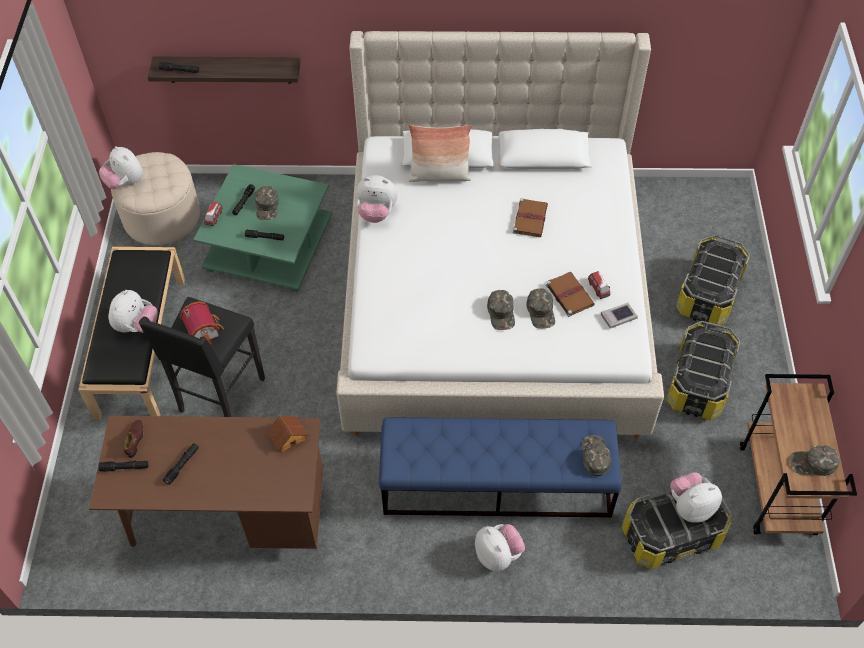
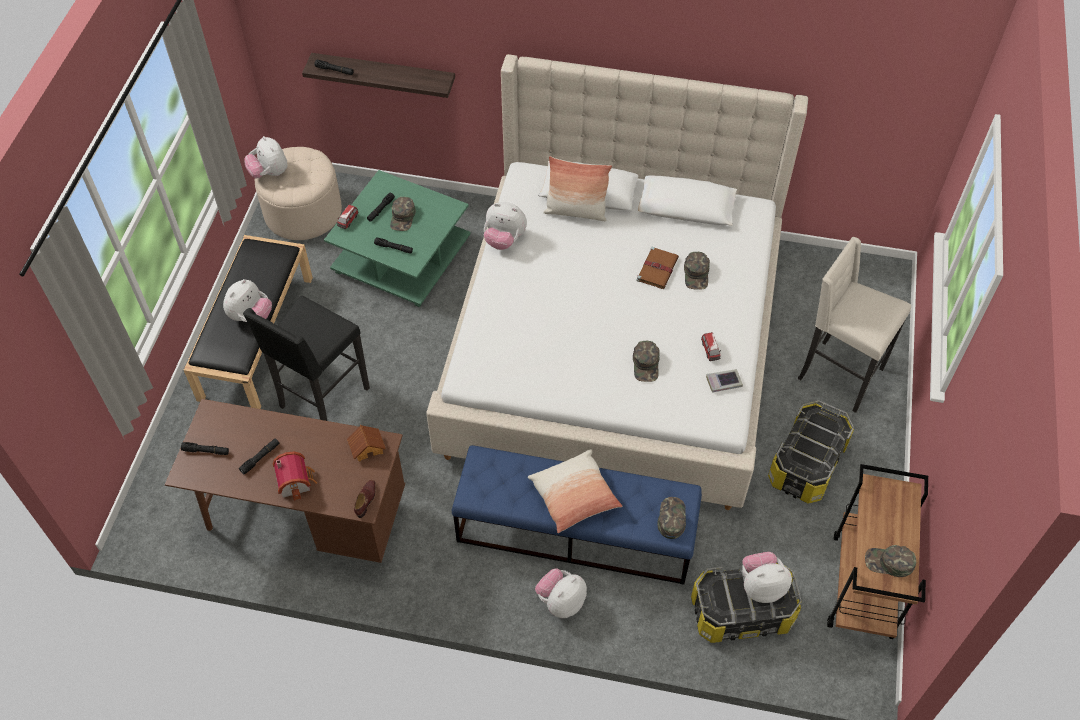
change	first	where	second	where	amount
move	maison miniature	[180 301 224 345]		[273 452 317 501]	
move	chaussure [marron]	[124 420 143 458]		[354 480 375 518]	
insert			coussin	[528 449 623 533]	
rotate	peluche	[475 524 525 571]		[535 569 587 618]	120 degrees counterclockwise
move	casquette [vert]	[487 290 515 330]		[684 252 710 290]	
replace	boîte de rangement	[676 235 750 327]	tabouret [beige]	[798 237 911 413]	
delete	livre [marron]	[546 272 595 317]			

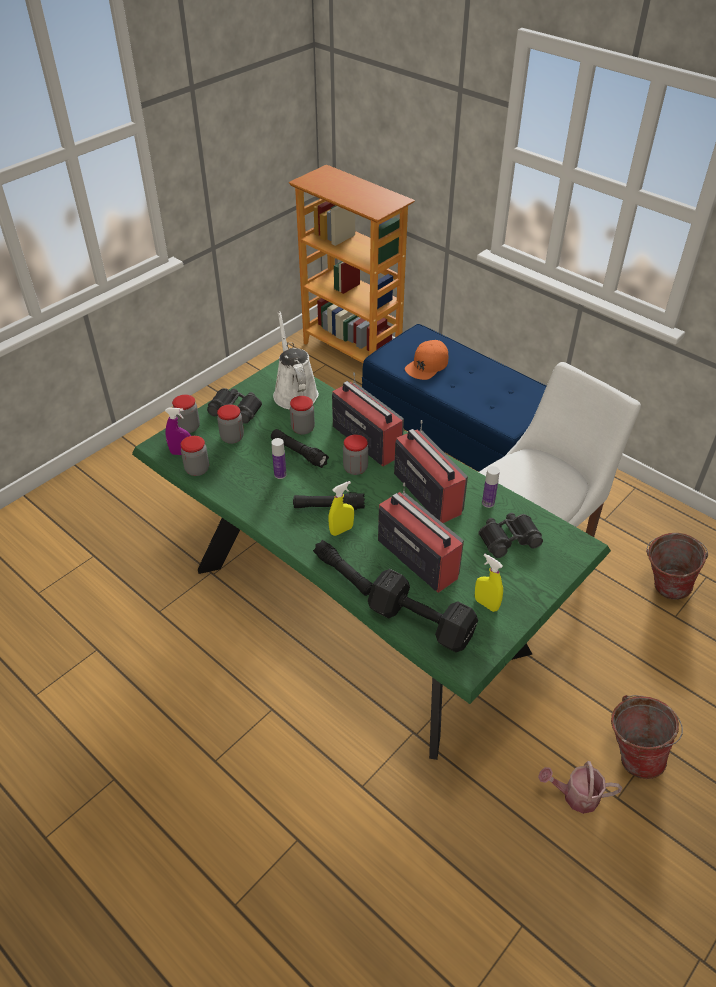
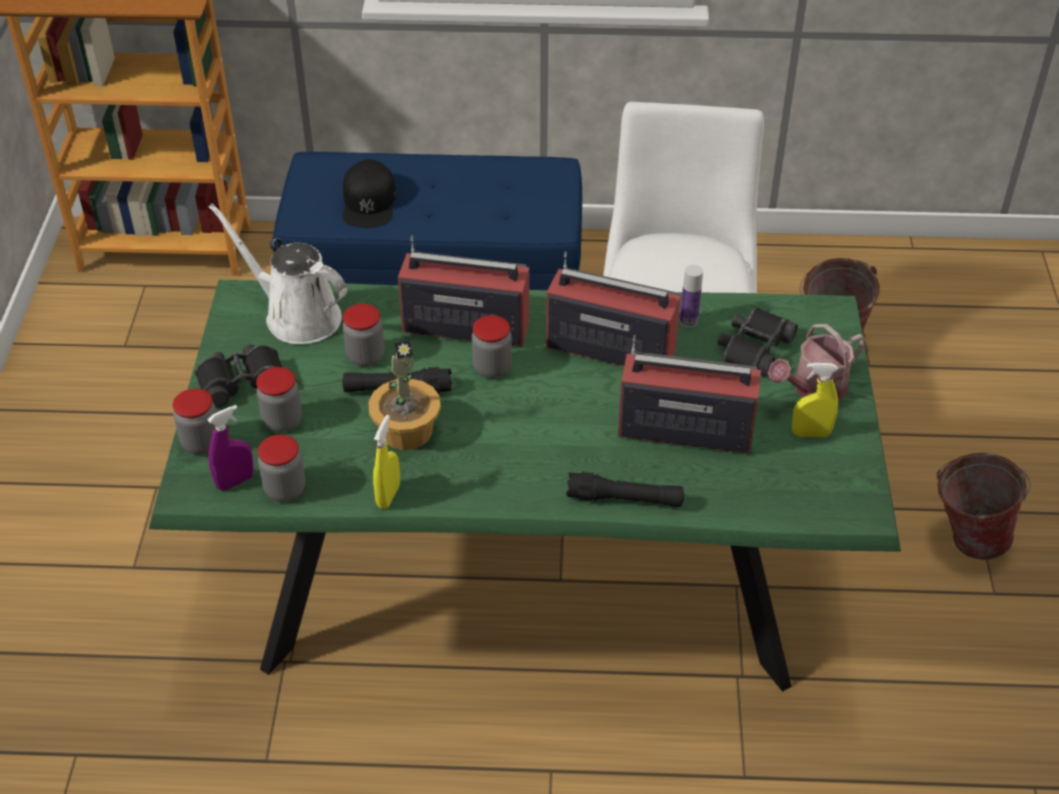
change	first	where	second	where	amount
recolor	casquette [orange]	[405 340 448 380]	casquette [noir]	[343 159 397 228]	
replace	bouteille	[272 438 286 479]	plante en pot	[368 340 441 450]	
move	vaporisateur [jaune]	[328 481 354 536]		[373 415 400 509]	
move	arrosoir	[538 761 622 814]		[768 324 866 402]	
delete	lampe de poche [noir]	[293 492 365 510]			
delete	haltère [noir]	[368 569 478 652]			

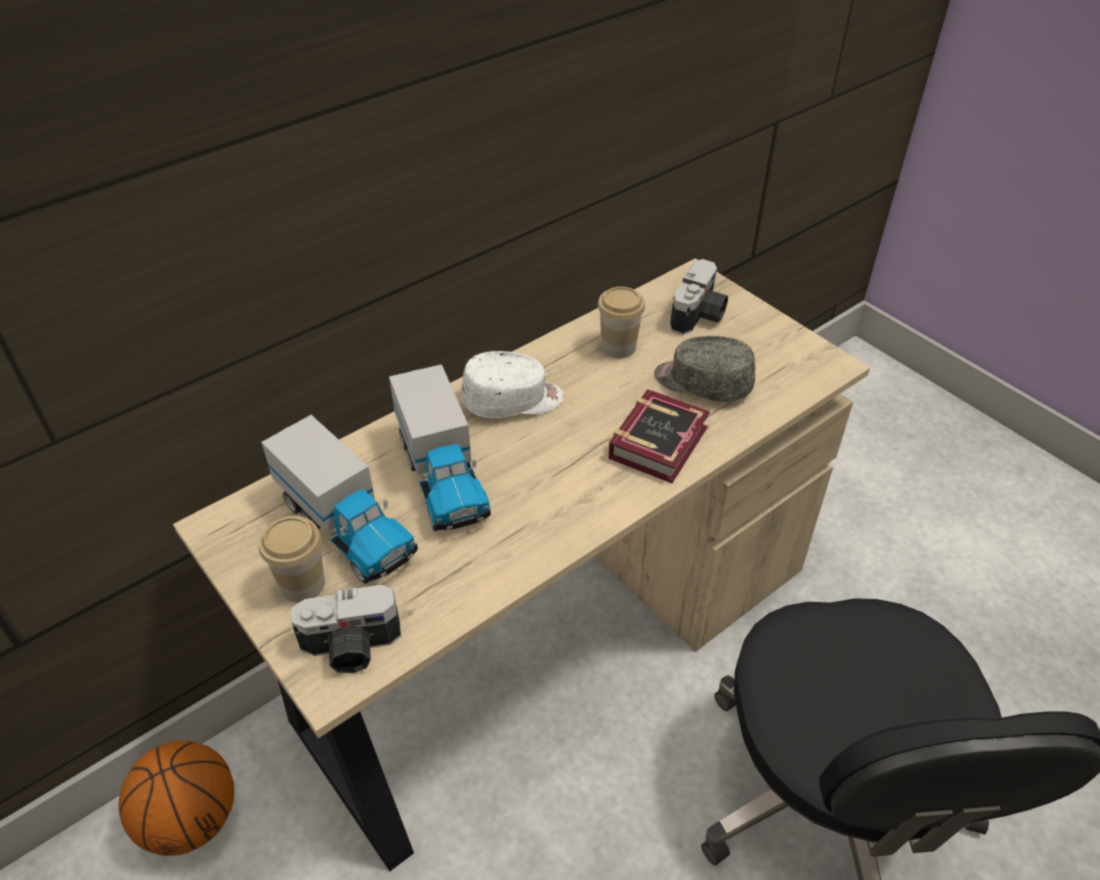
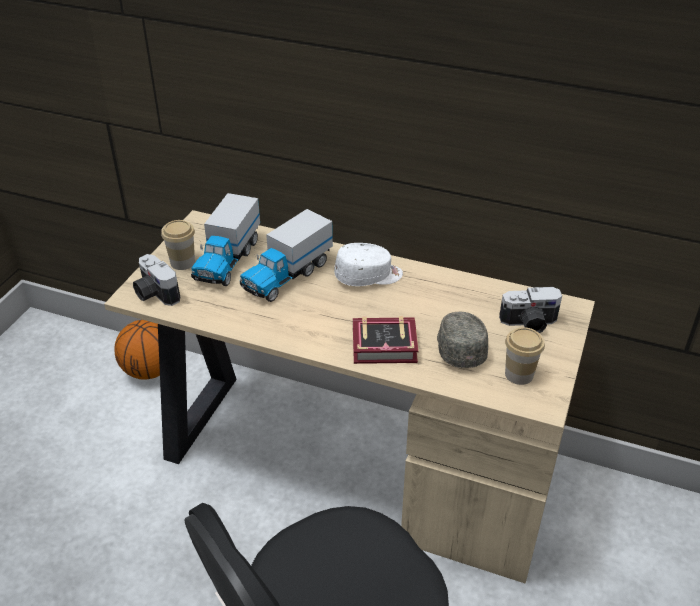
change	first	where	second	where	amount
rotate	casquette [blanc]	[461 351 564 418]		[334 243 403 286]	60 degrees counterclockwise
move	tasse	[598 287 645 358]		[505 327 545 385]	

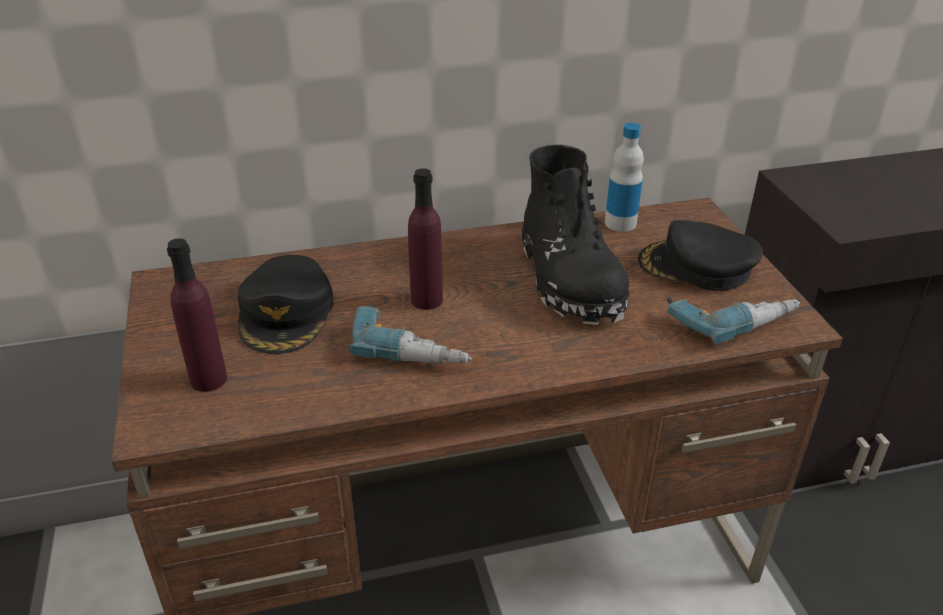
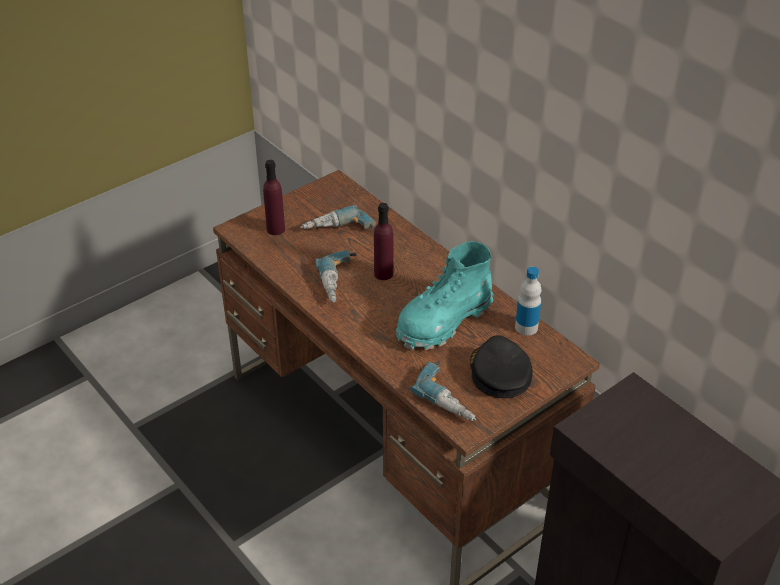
change	first	where	second	where	amount
replace	casquette [noir]	[238 255 334 354]	perceuse	[301 205 376 230]	
recolor	botte [noir]	[522 145 630 325]	botte [turquoise]	[396 241 493 350]	

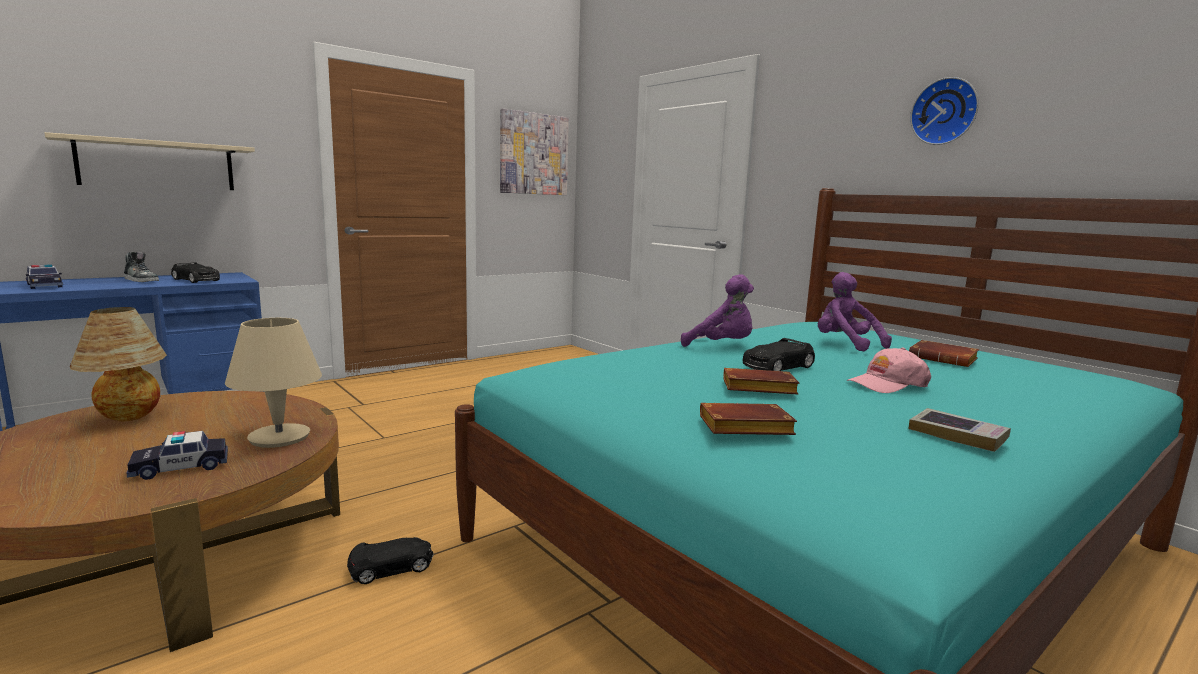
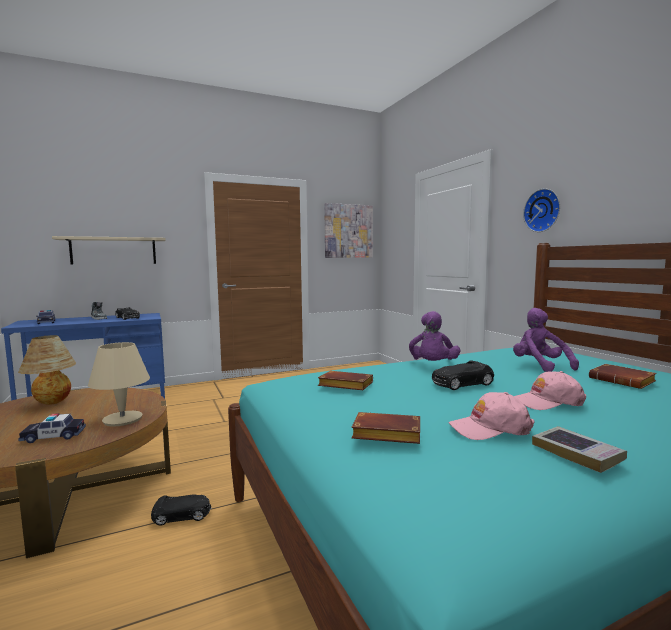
change	first	where	second	where	amount
move	livre [marron]	[723 368 799 395]		[318 371 373 390]	
rotate	peluche [violet]	[681 274 754 347]		[409 311 460 361]	60 degrees clockwise
insert			casquette [rose]	[449 392 535 440]	
move	horloge murale	[910 77 979 145]		[523 188 560 232]	

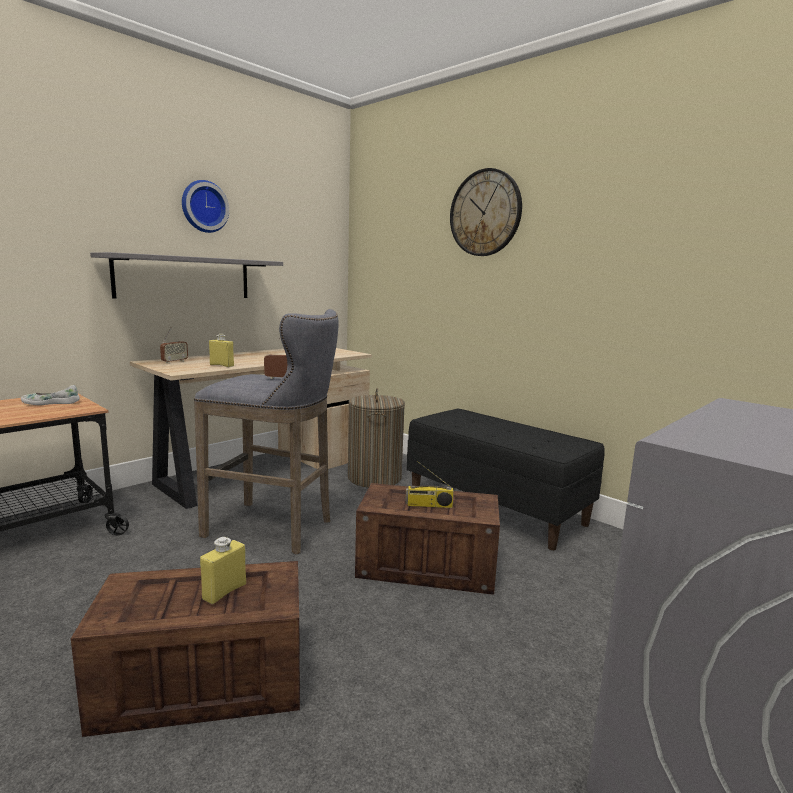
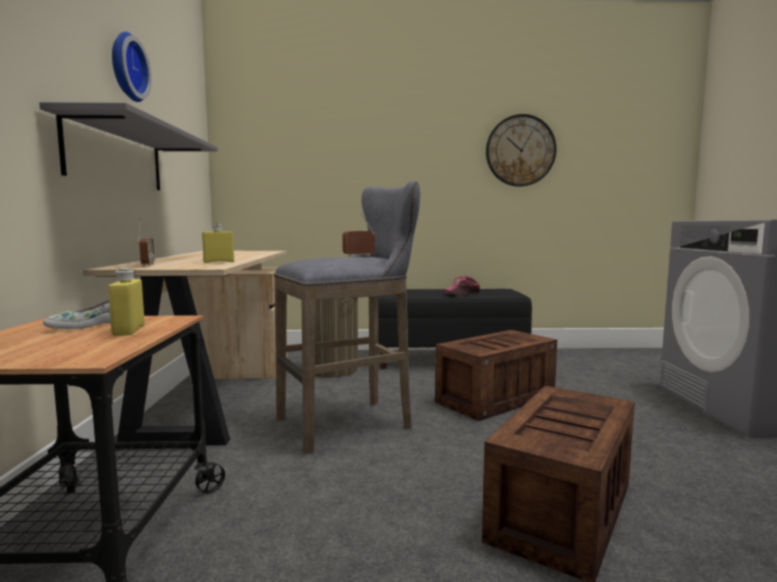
change	first	where	second	where	amount
move	bouteille [jaune]	[200 537 246 604]		[108 268 145 336]	
insert			casquette	[443 276 480 296]	
move	horloge murale	[450 168 522 256]		[486 114 556 187]	
delete	radio	[405 461 454 508]			

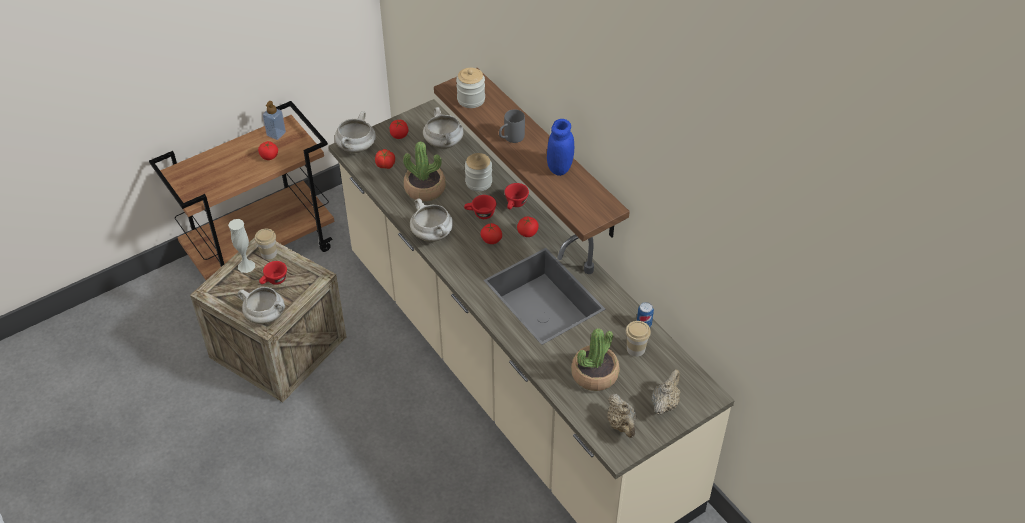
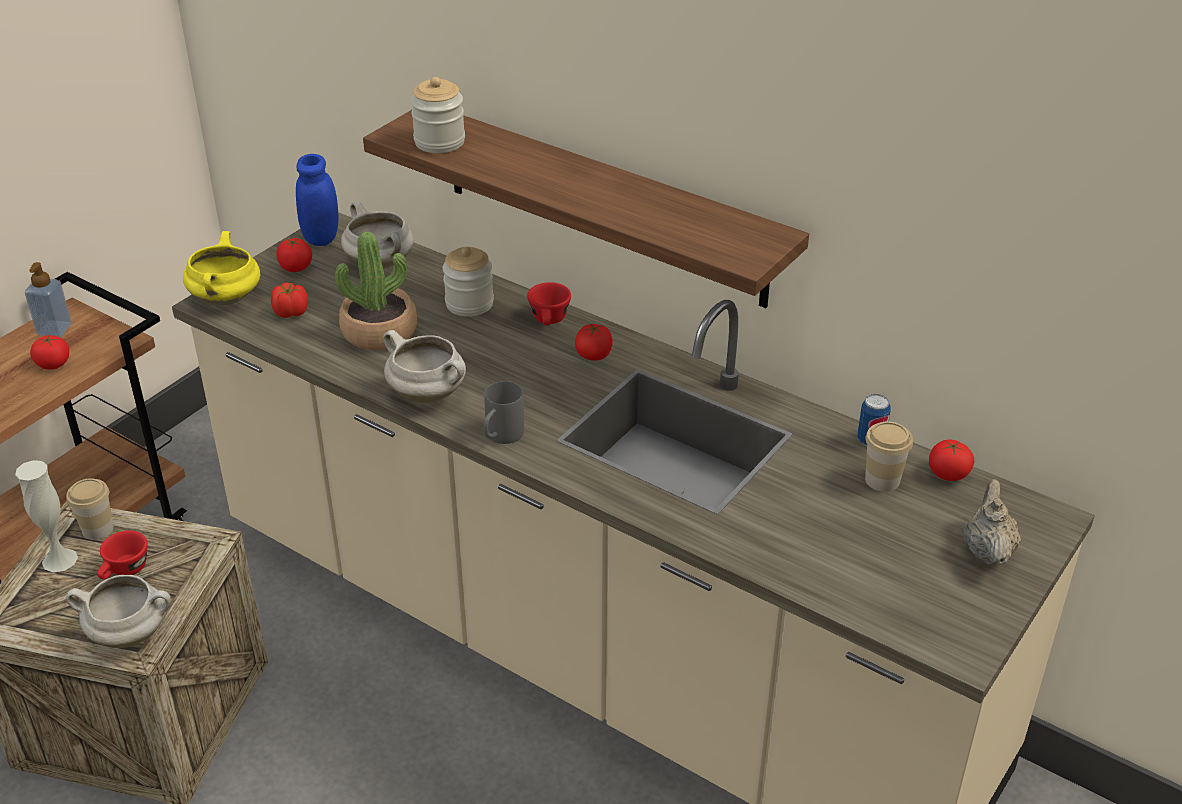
change	first	where	second	where	amount
recolor	marmite [blanc]	[335 111 376 153]	marmite [jaune]	[183 231 260 305]	
move	bocal [bleu]	[547 119 574 176]		[296 154 339 246]	
move	mug [gris]	[499 109 525 143]		[483 381 524 444]	
move	tomate	[480 223 502 244]		[929 439 974 481]	
delete	tasse [rouge]	[464 195 496 219]			
delete	plante en pot	[571 328 620 391]			
delete	théière [beige]	[607 394 636 438]			

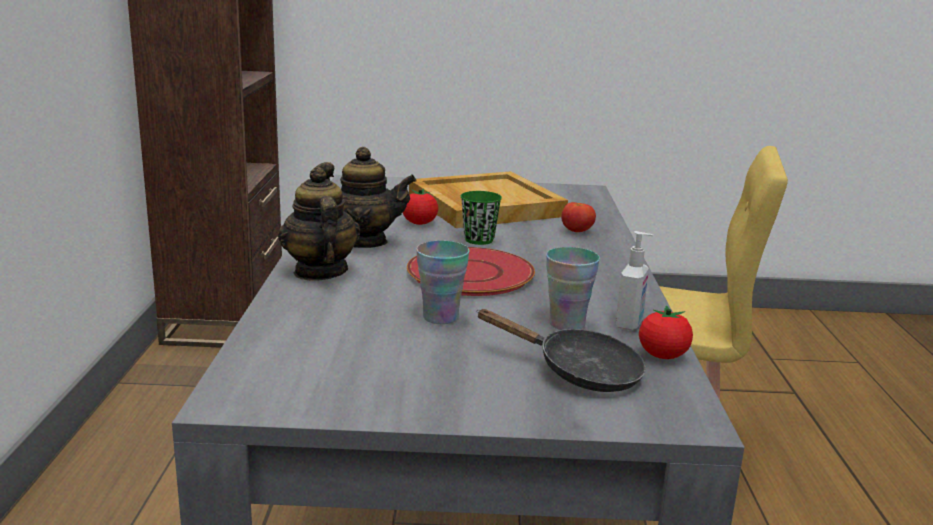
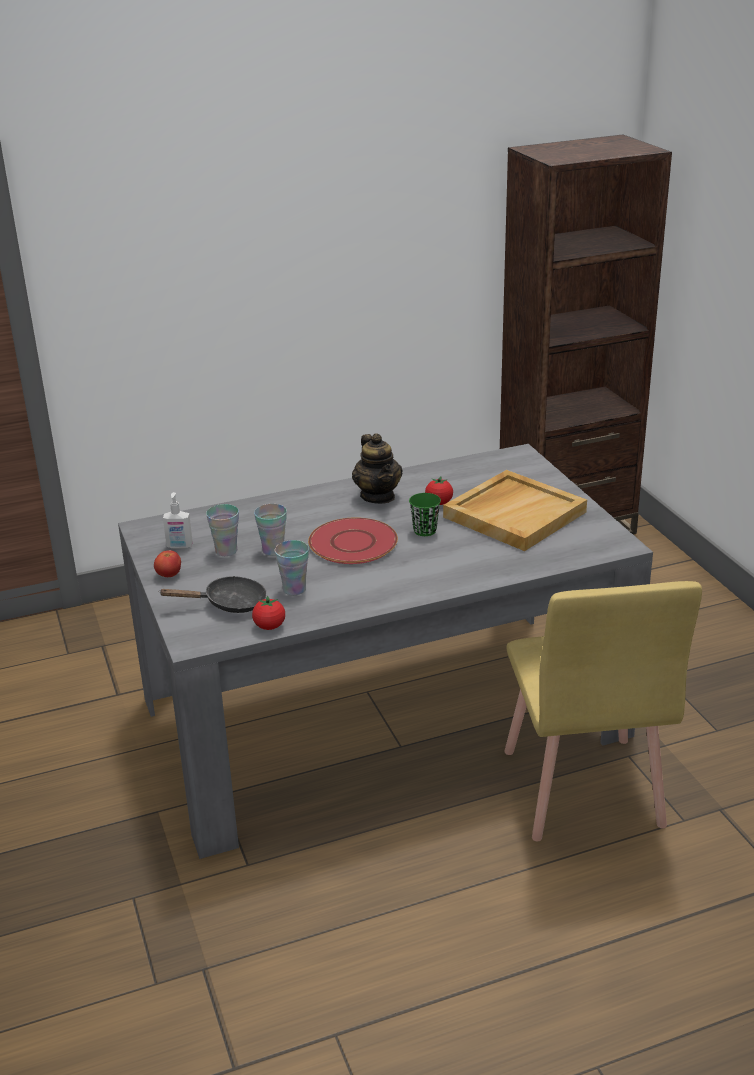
change	first	where	second	where	amount
move	tomate	[561 202 596 232]		[154 550 181 577]	
rotate	poêle [noir]	[476 309 646 392]		[159 576 267 613]	105 degrees counterclockwise
move	distributeur de savon	[616 231 653 331]		[163 492 193 549]	
insert			tasse	[206 504 239 556]	
delete	théière	[278 167 360 281]			

